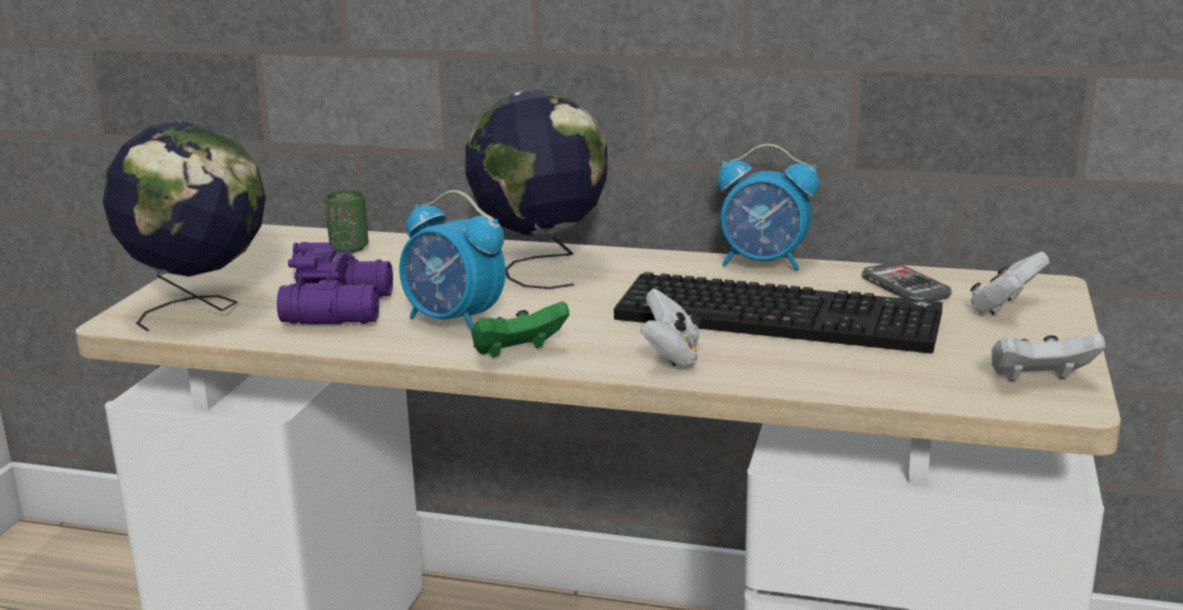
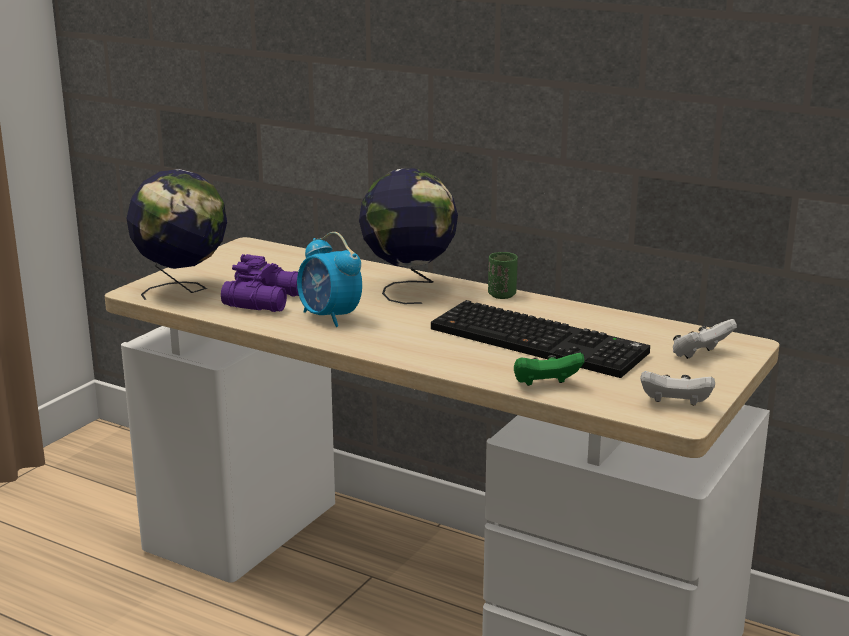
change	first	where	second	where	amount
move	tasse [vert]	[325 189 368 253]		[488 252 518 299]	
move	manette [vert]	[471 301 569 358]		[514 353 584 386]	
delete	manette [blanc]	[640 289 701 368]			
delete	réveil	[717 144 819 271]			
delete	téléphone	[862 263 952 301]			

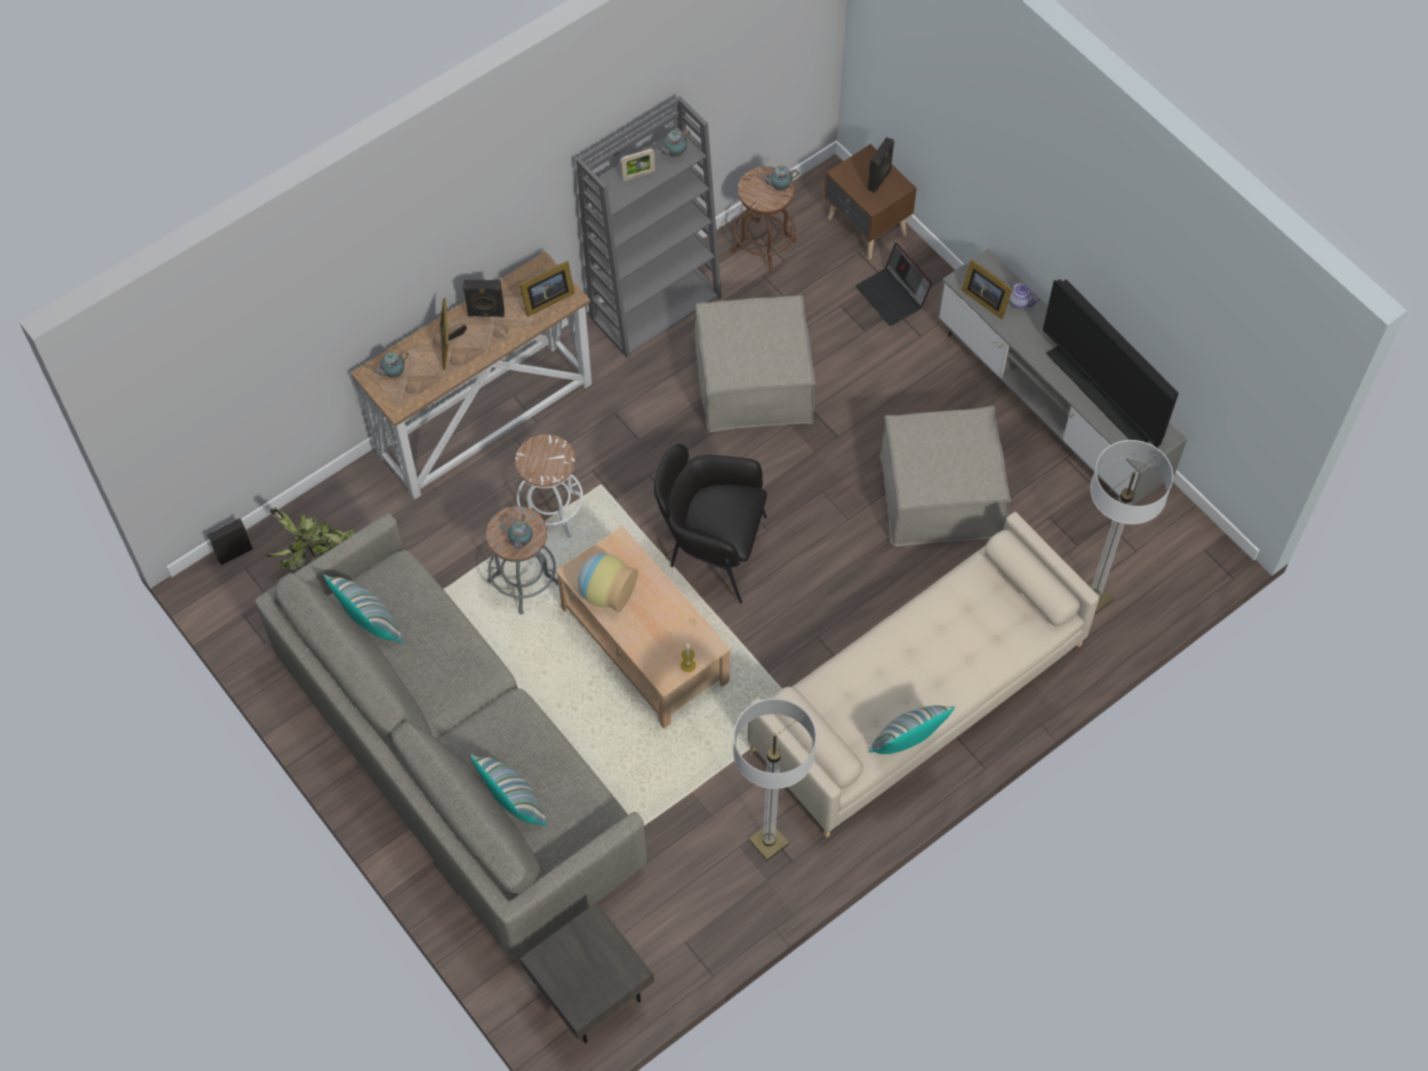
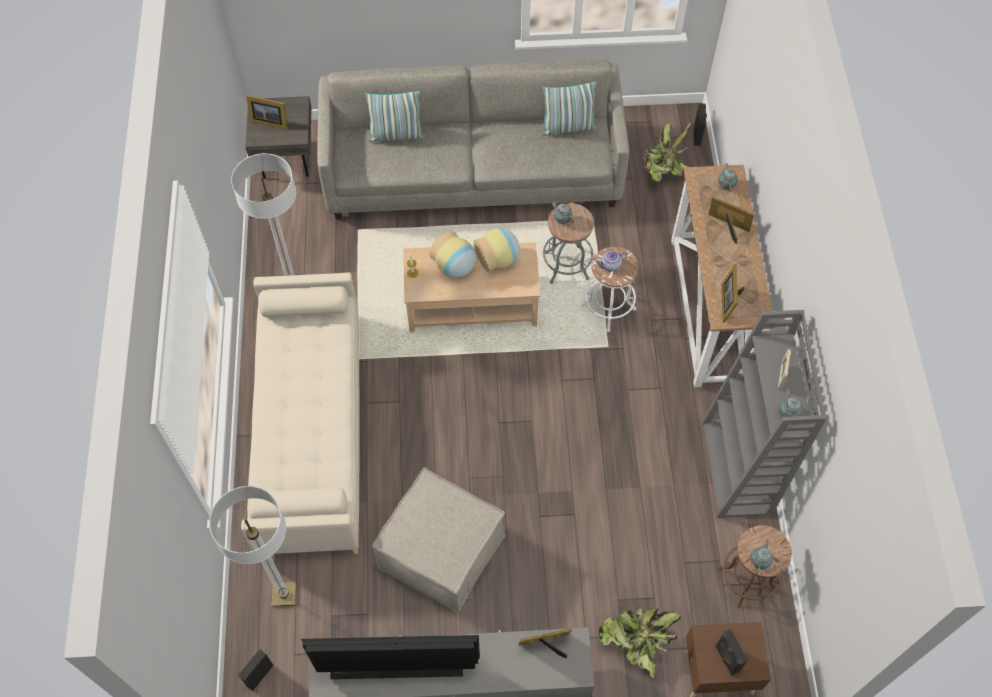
change	first	where	second	where	amount
move	enceinte [noir]	[463 280 505 317]		[238 649 273 691]	
insert			cadre photo	[246 95 288 130]	
insert			vase	[429 231 476 277]	
move	théière	[1006 282 1040 309]		[596 251 627 272]	
replace	ordinateur portable	[856 243 932 326]	plante en pot	[599 608 681 678]	
delete	fauteuil [noir]	[654 444 767 604]			
delete	pouf [beige]	[695 295 816 432]			
delete	coussin	[869 705 955 754]			

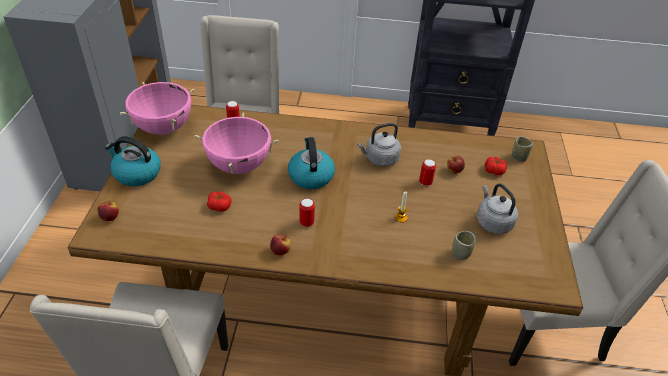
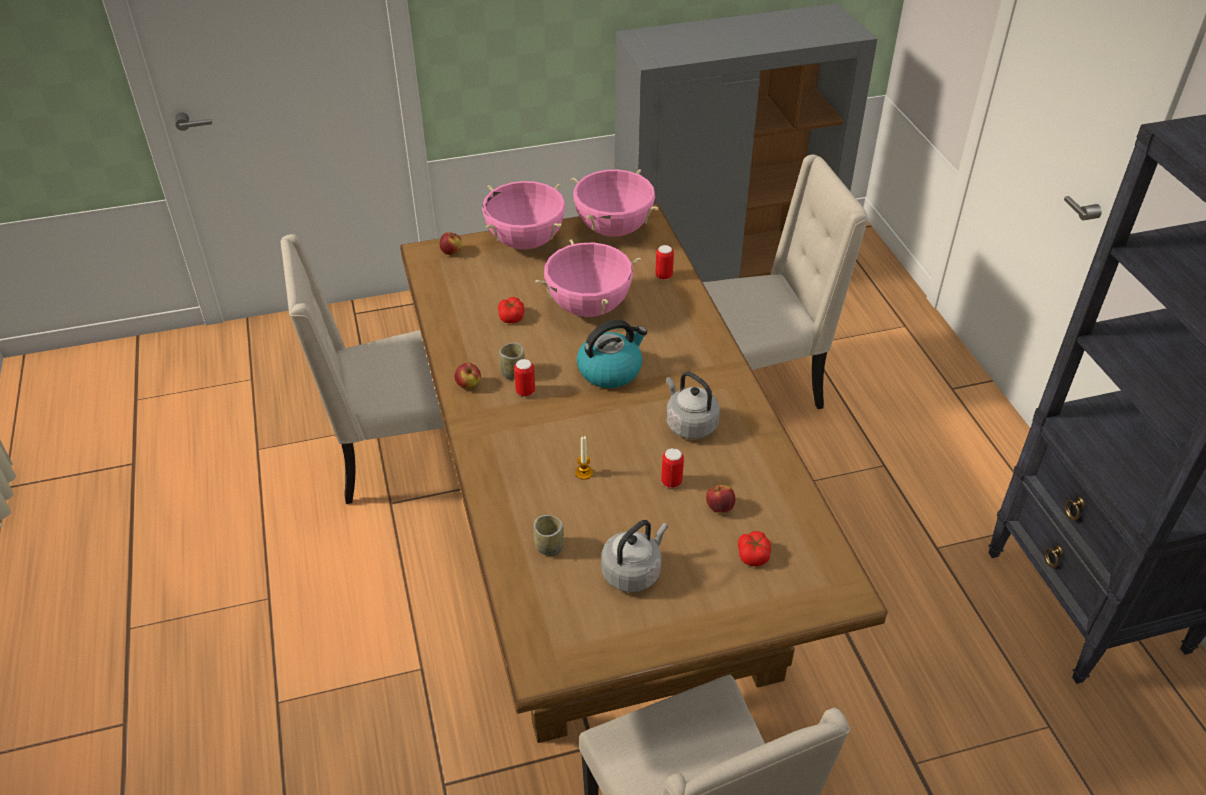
change	first	where	second	where	amount
replace	bouilloire	[105 136 161 186]	marmite [rose]	[482 181 566 250]	
move	tasse	[512 136 533 162]		[499 343 525 380]	

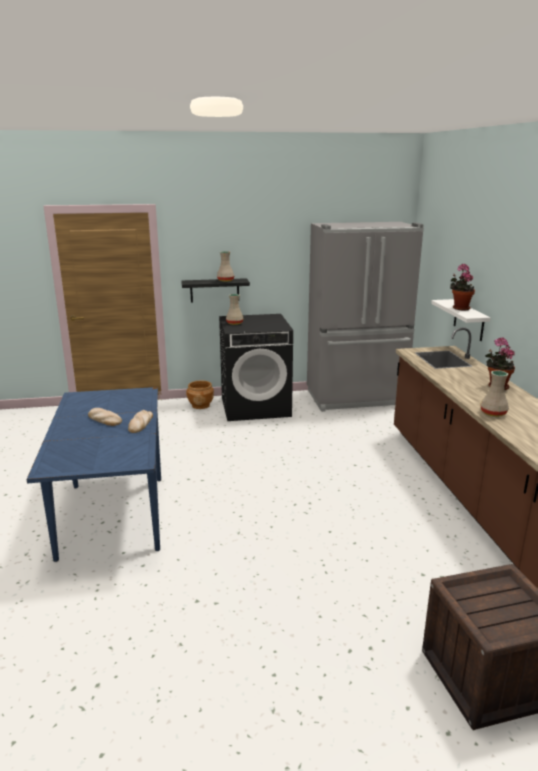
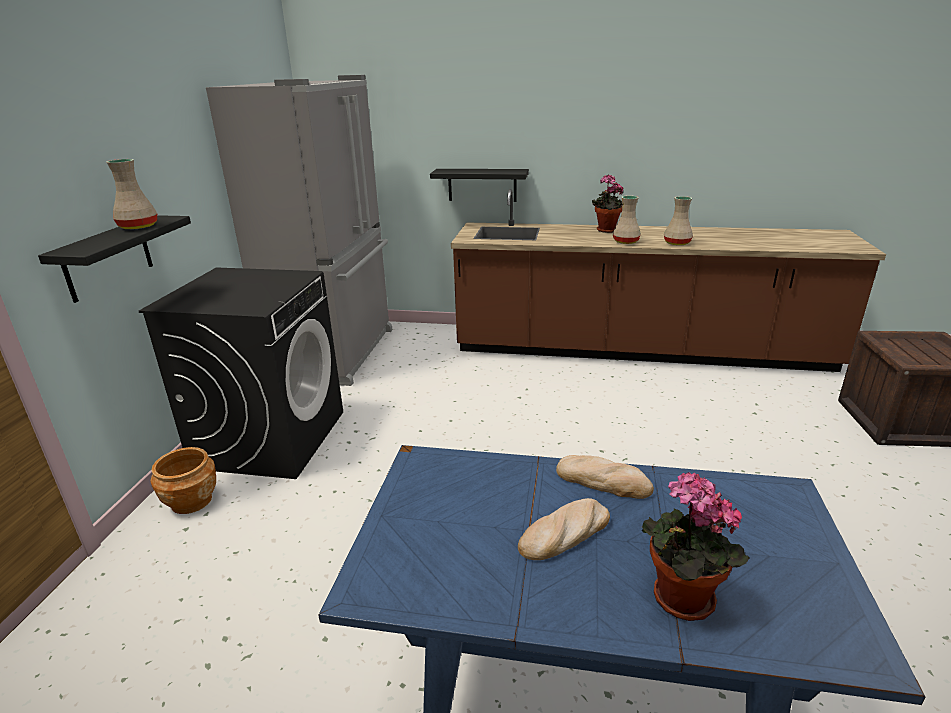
change	first	where	second	where	amount
recolor	étagère [blanc]	[431 299 491 341]	étagère [noir]	[430 169 529 202]	
move	vase [beige]	[226 294 244 325]		[613 196 641 244]	
move	plante en pot	[450 264 475 311]		[641 472 750 621]	

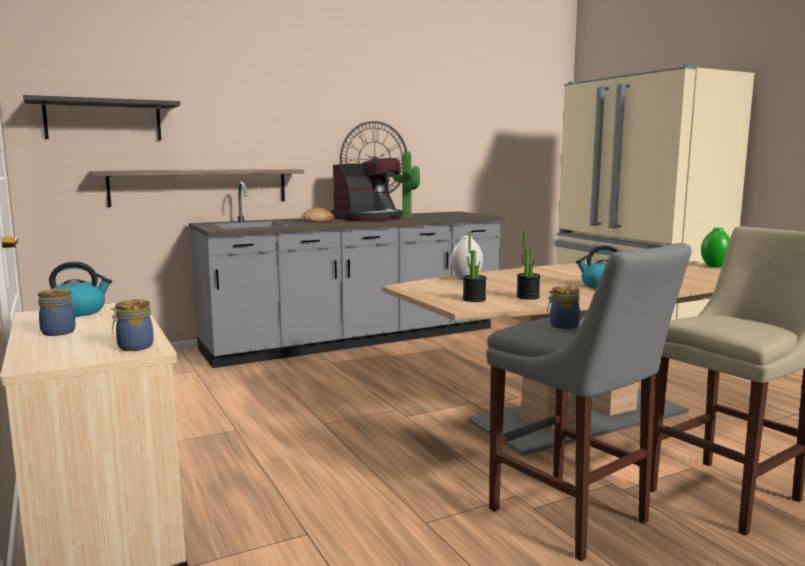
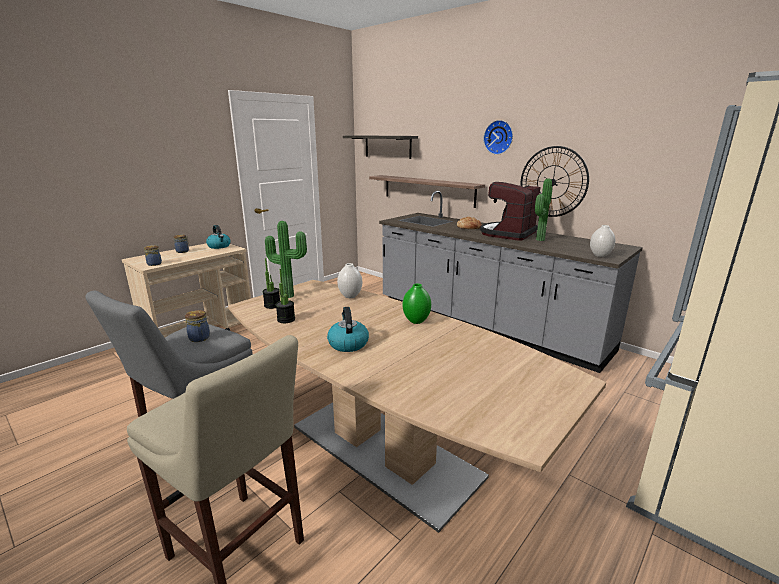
change	first	where	second	where	amount
insert			plante en pot	[265 221 307 298]	
move	vase [vert]	[701 228 730 268]		[403 284 431 324]	
rotate	machine à café	[331 158 402 221]		[480 182 540 241]	90 degrees clockwise
insert			horloge murale	[483 120 513 155]	
insert			vase [blanc]	[590 225 615 257]	

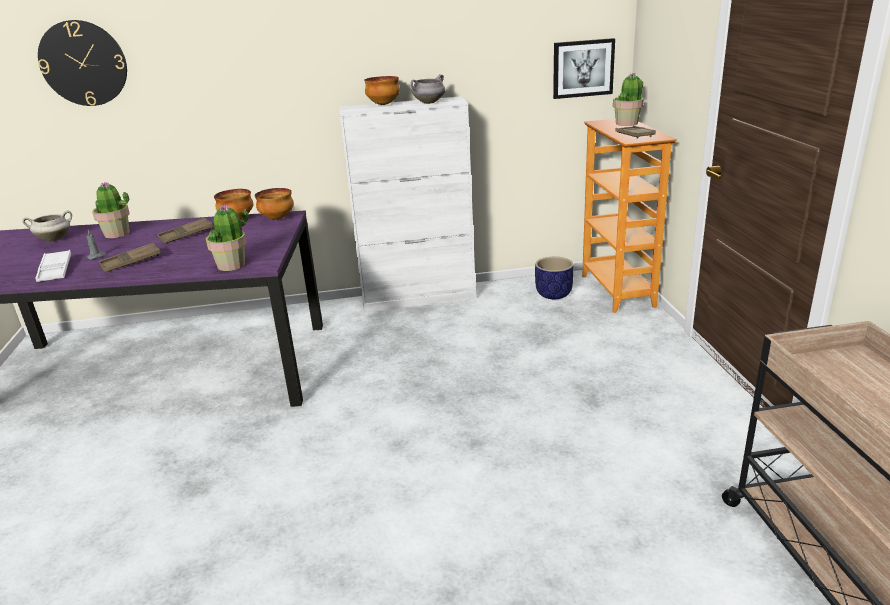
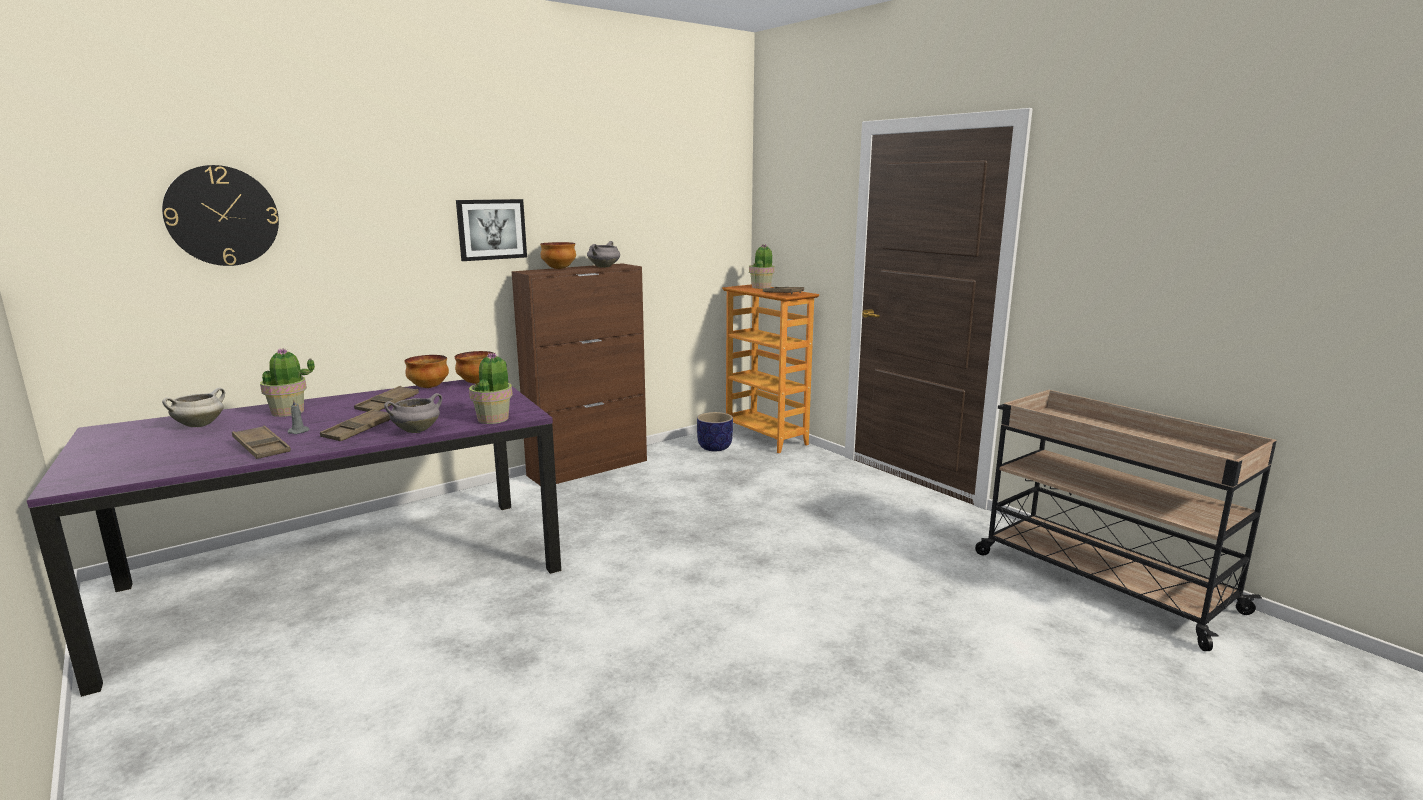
change	first	where	second	where	amount
recolor	plateau [blanc]	[36 250 71 282]	plateau [marron]	[232 426 291 459]	
insert			marmite [gris]	[384 393 442 433]	
move	tableau	[553 38 615 99]		[456 199 527 261]	
recolor	meuble de rangement [blanc]	[339 96 476 313]	meuble de rangement [marron]	[511 263 647 485]	

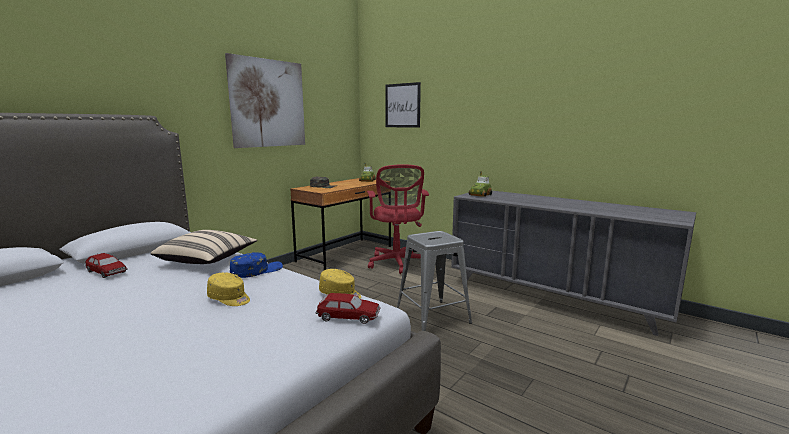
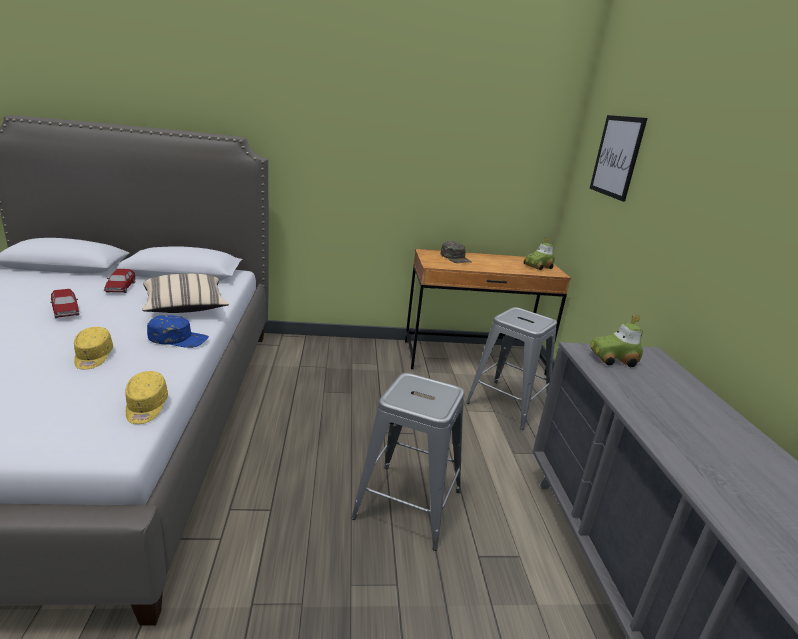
change	first	where	second	where	amount
move	petite voiture	[316 293 380 324]		[50 289 79 318]	
replace	chaise de bureau [rouge]	[367 164 429 274]	tabouret [gris]	[466 307 557 430]	
delete	tableau	[225 53 305 148]			

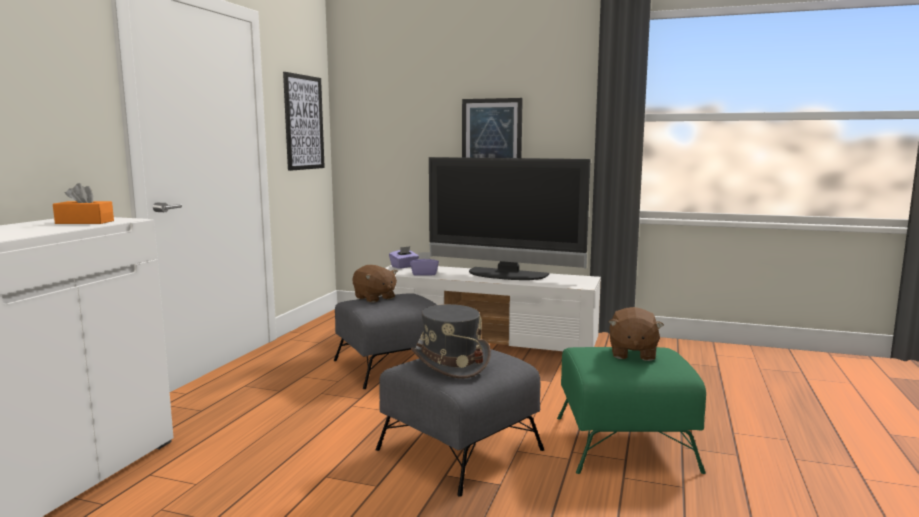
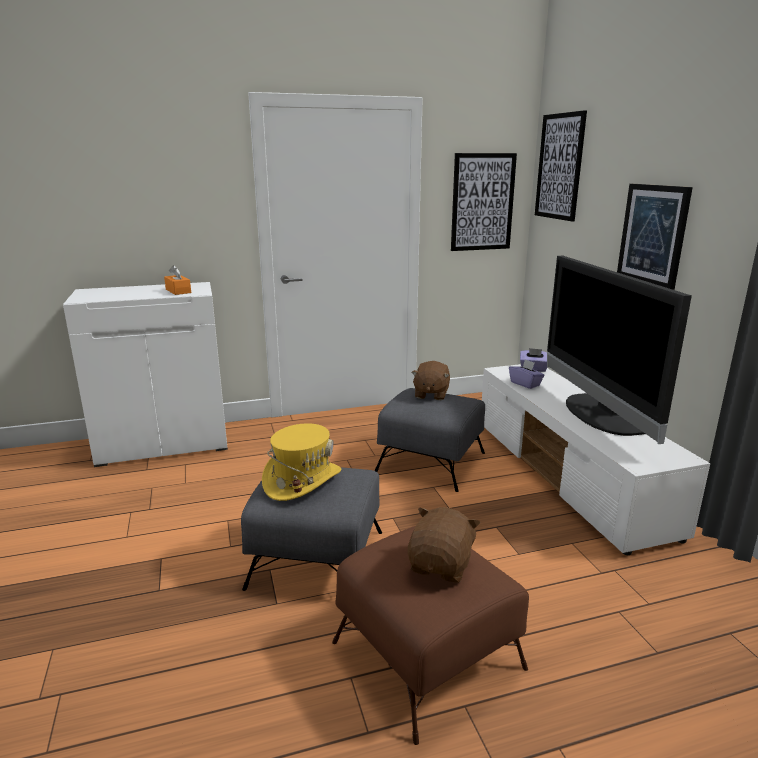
change	first	where	second	where	amount
recolor	chapeau [gris]	[411 304 491 379]	chapeau [jaune]	[262 423 341 501]	
recolor	pouf [vert]	[557 347 706 474]	pouf [marron]	[332 526 529 745]	
rotate	peluche [marron]	[609 307 664 361]		[408 507 480 583]	135 degrees clockwise
insert			tableau	[535 110 587 222]	

